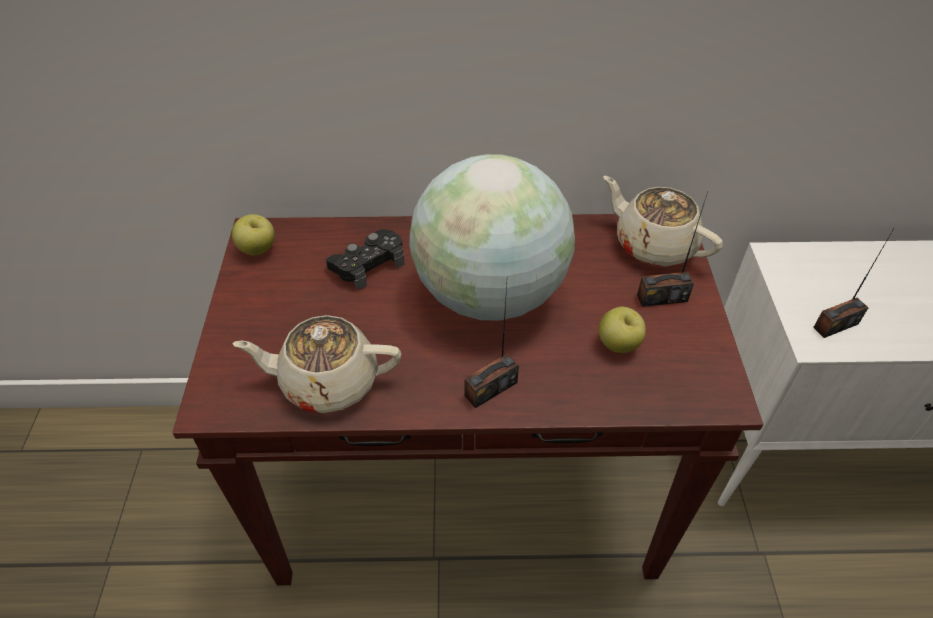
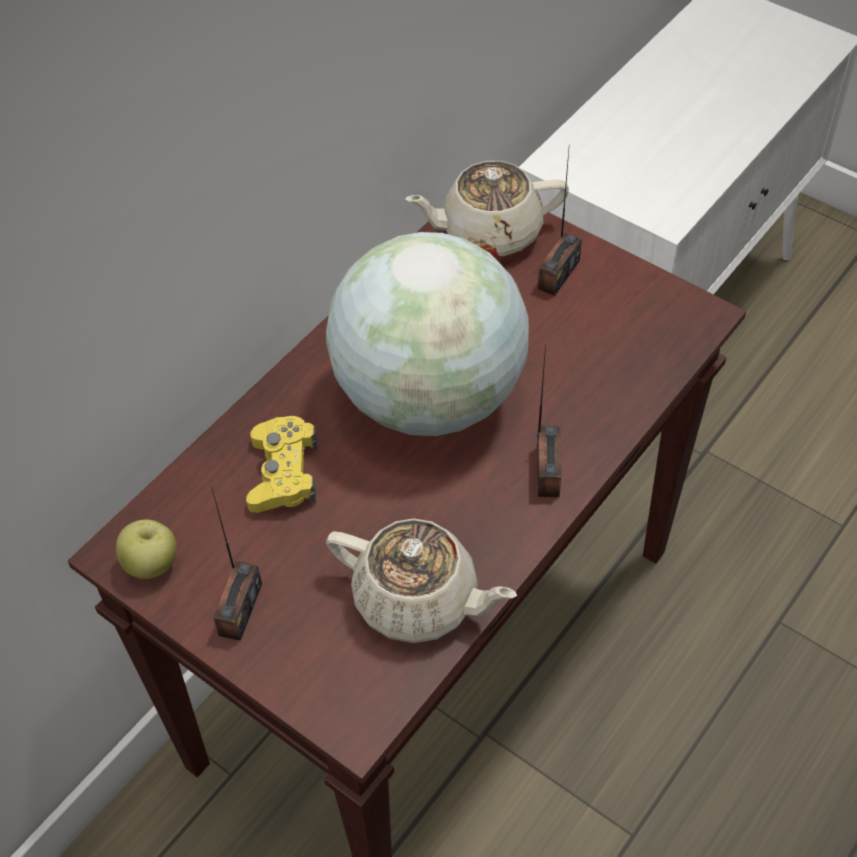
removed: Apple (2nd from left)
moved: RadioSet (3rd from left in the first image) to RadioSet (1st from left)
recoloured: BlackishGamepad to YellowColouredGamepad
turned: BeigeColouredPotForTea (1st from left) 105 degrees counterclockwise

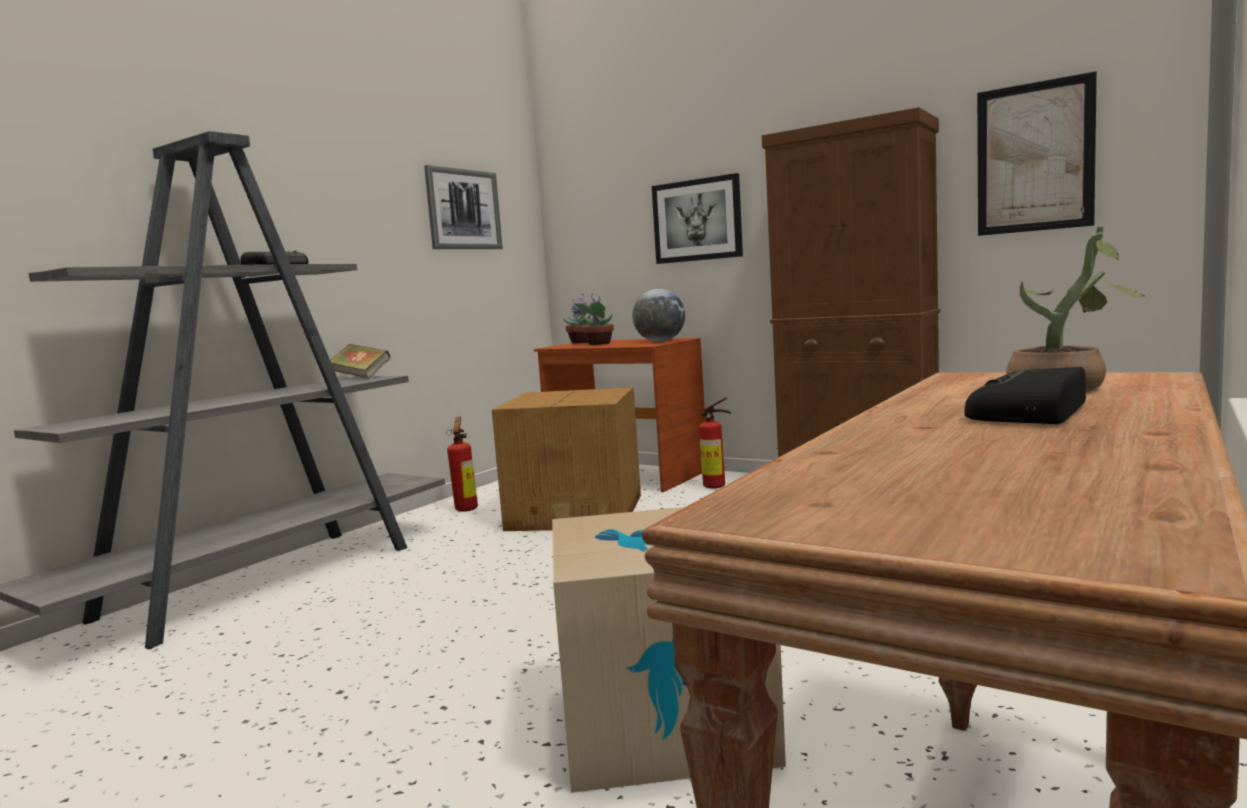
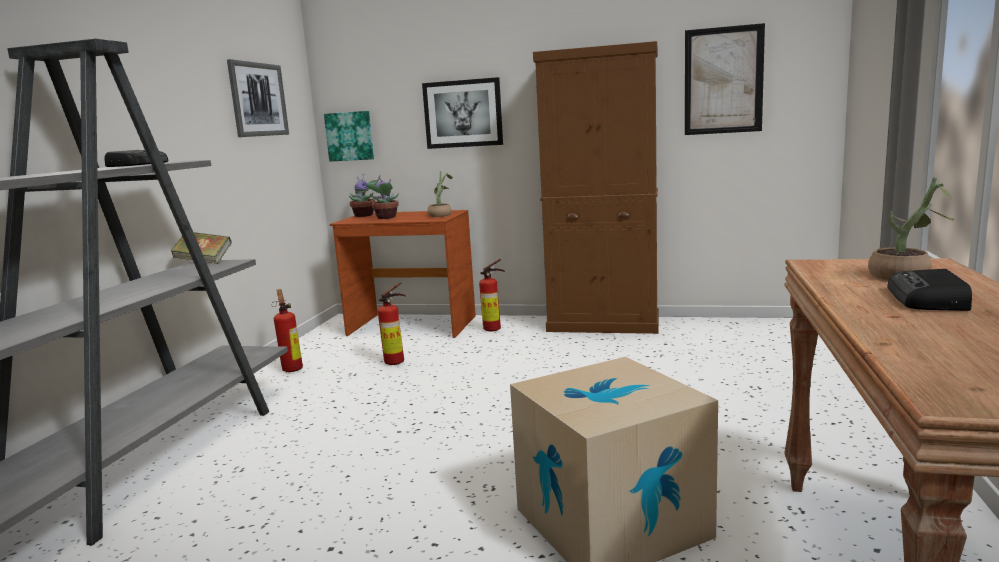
added: WallPicture (2nd from left)
replaced: PackingBox (1st from left) to FireExtinguisher (2nd from left); Globe to Houseplant (3rd from left)

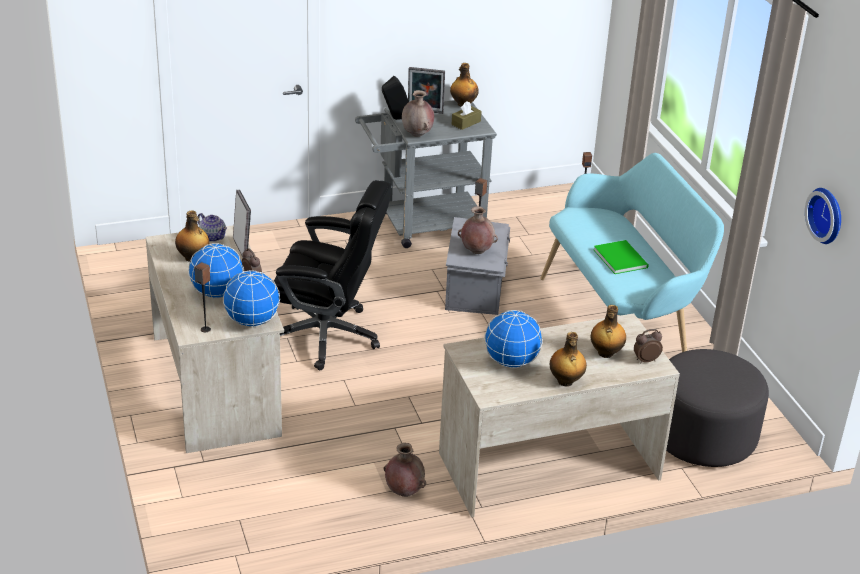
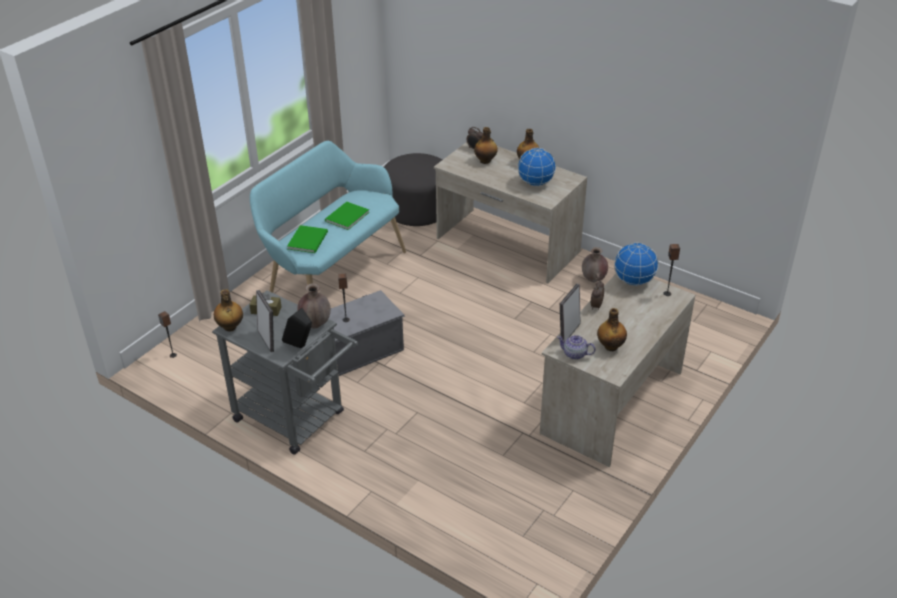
removed: Globe (1st from left); BlackishDeskChair; BrownColouredVase (3rd from left); ClockOnTheWall
added: GreenVolume (1st from left)
turned: PotForTea 75 degrees counterclockwise

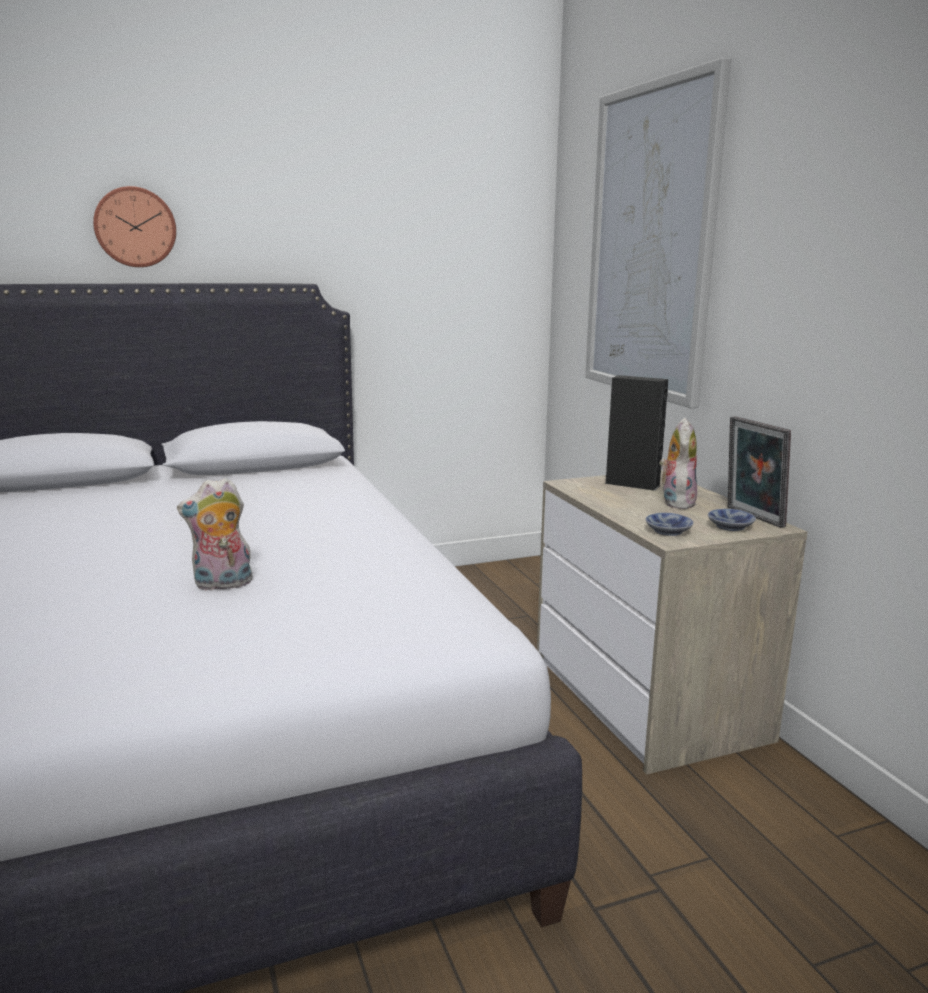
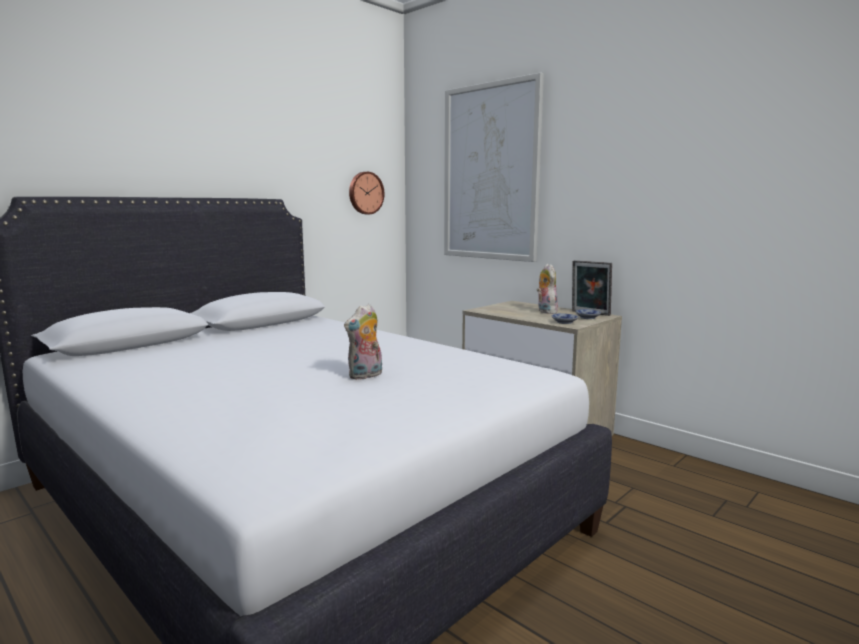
removed: BlackishAudioSpeaker
moved: ClockOnTheWall

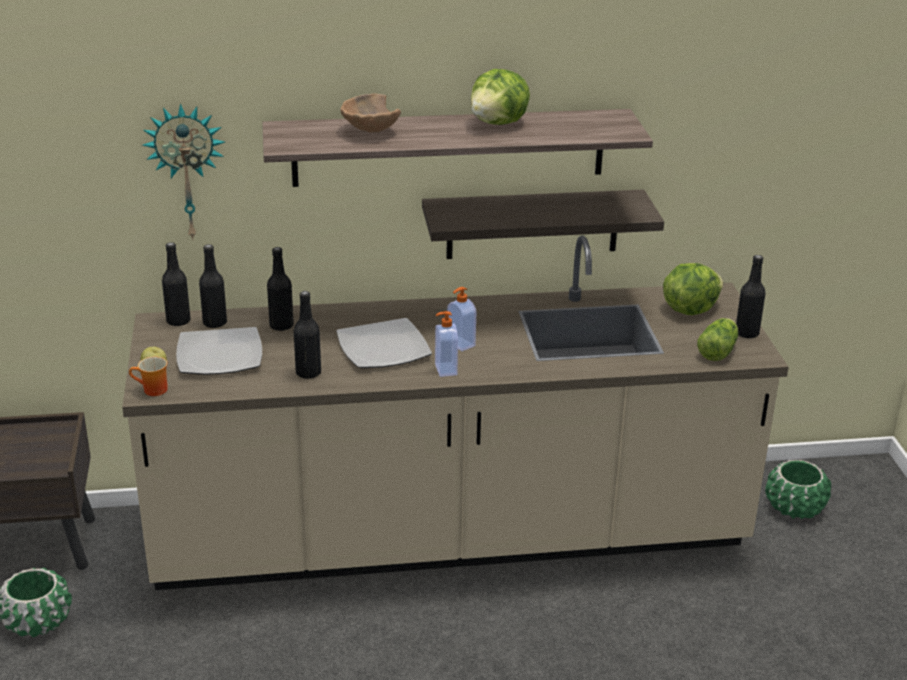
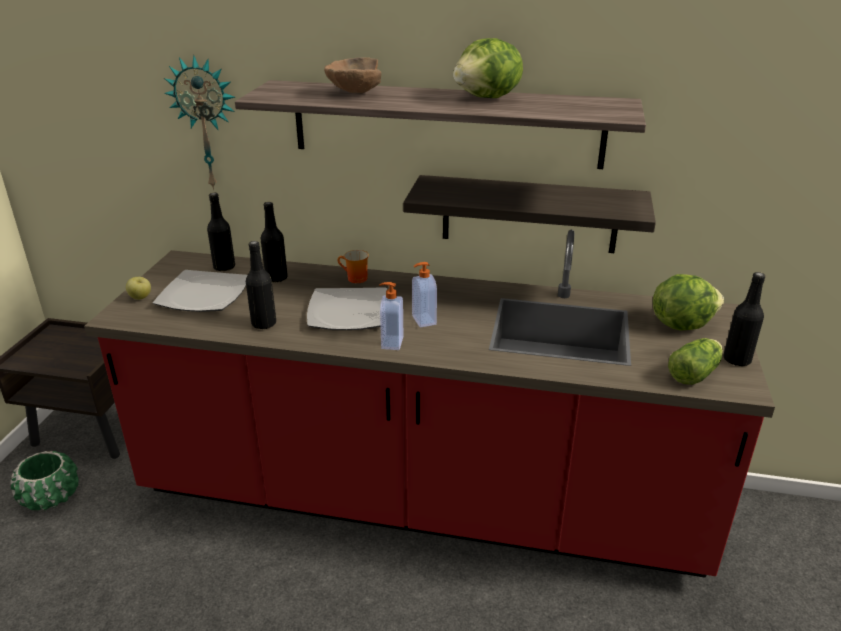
removed: BlackishDrinkBottle (1st from left); GreenFlowerPot (2nd from left)
moved: CoffeeMug
recoloured: BeigeColouredKitchenBaseUnit to RedKitchenBaseUnit

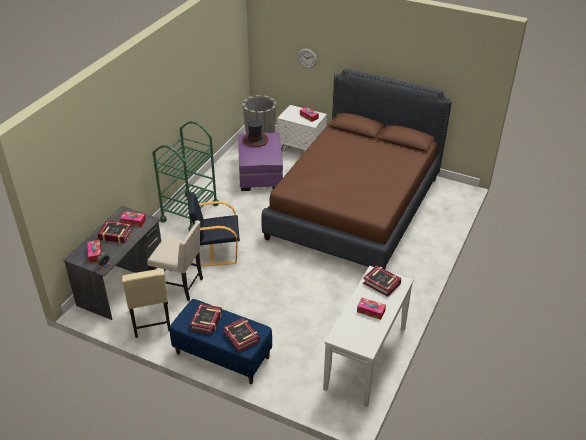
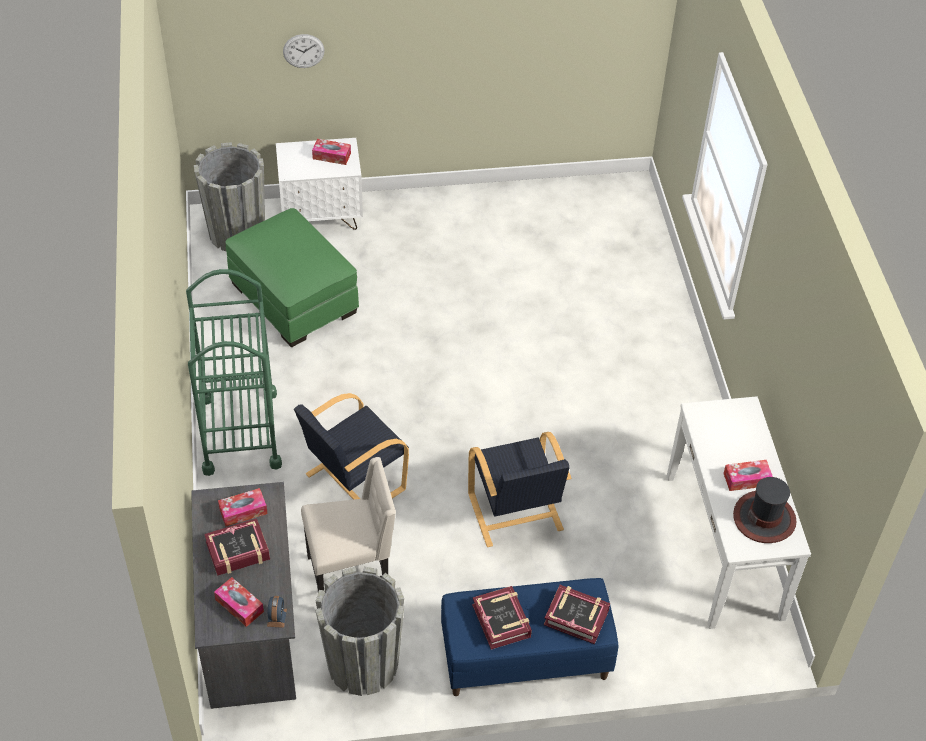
removed: BrownColouredBedroomBed; Volume (4th from left)
added: BlackishArmchair (2nd from left)
moved: ClothingHat
replaced: BeigeColouredPlainChair (1st from left) to GreyishFlowerPot (2nd from left)
recoloured: PurpleOttoman to GreenOttoman

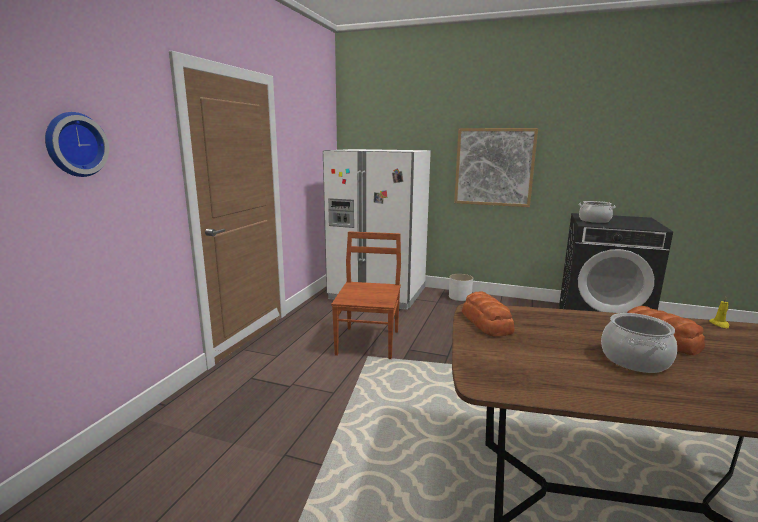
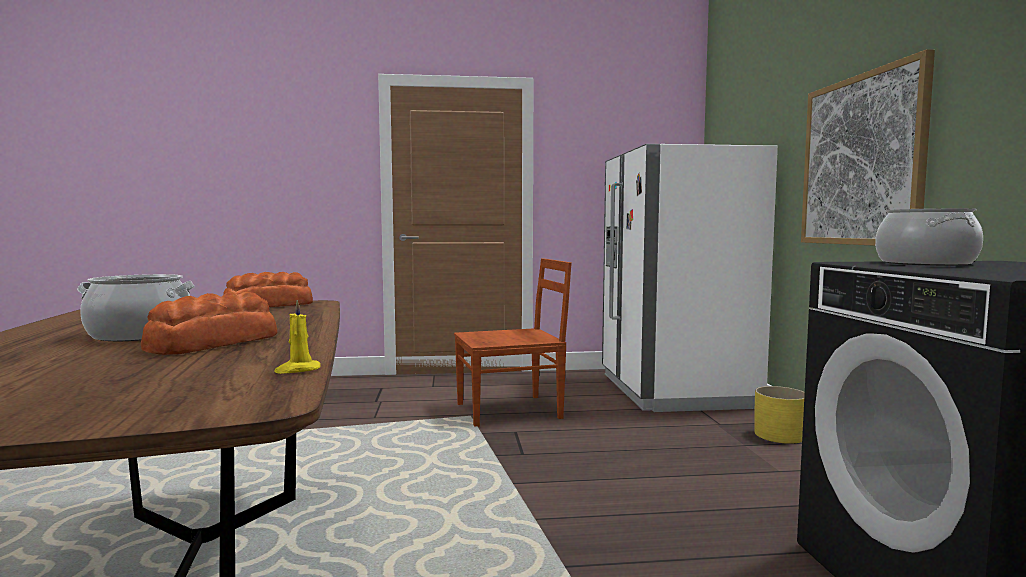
removed: ClockOnTheWall
recoloured: WhiteColouredFlowerPot to YellowColouredFlowerPot

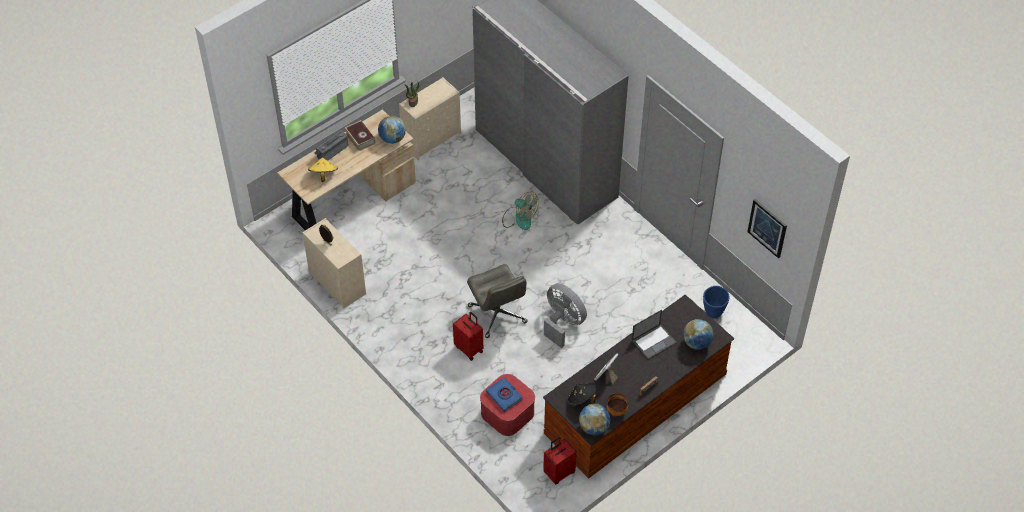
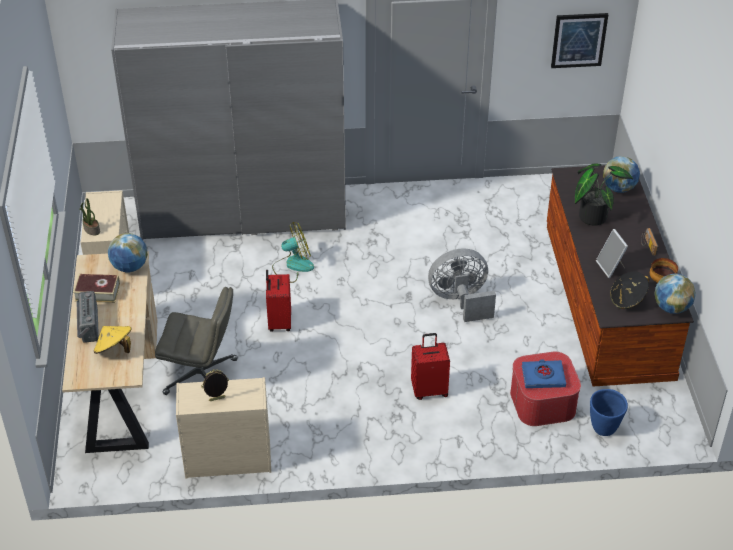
moved: GreyishDeskChair; RedTravelCase (2nd from left in the first image) to RedTravelCase (1st from left); BlueFlowerPot
replaced: PortableComputer to Houseplant (2nd from left)

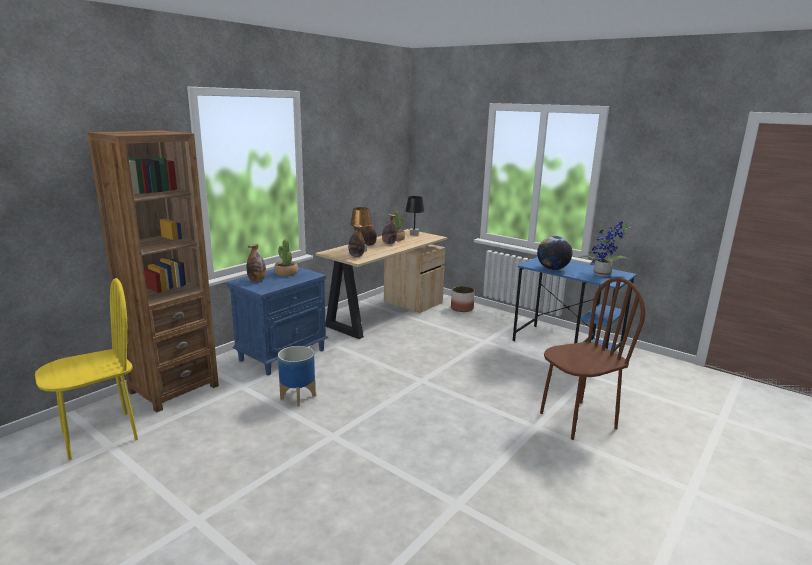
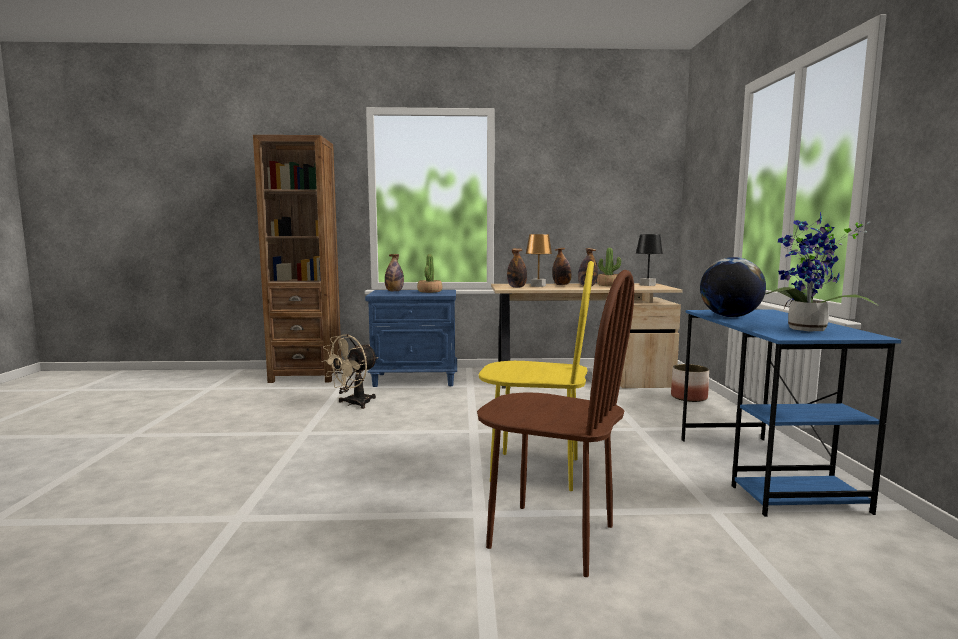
moved: YellowColouredPlainChair
replaced: FlowerPot (1st from left) to BeigeColouredFan

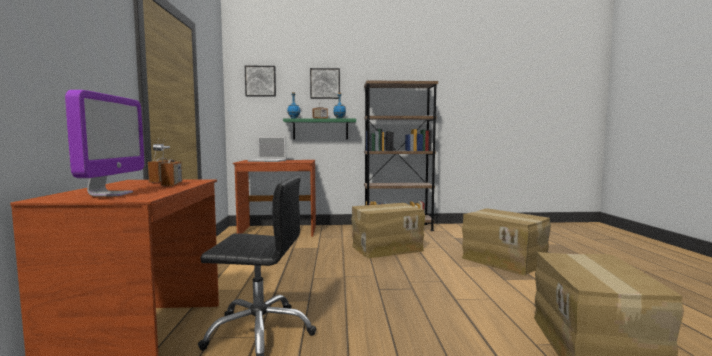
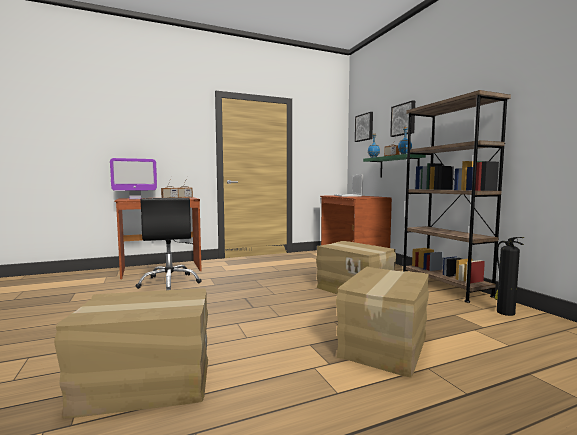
added: FireExtinguisher

